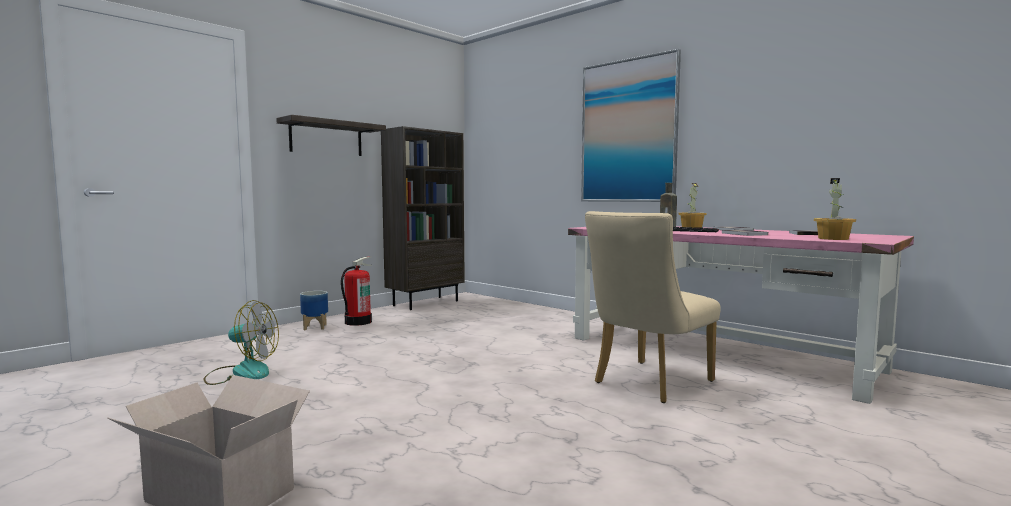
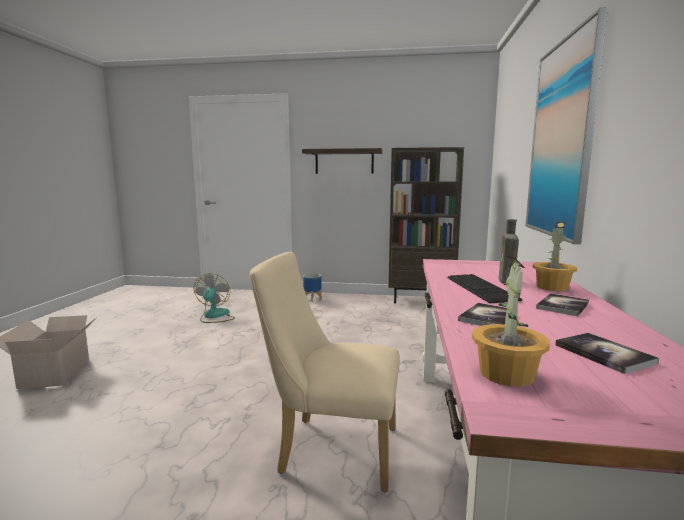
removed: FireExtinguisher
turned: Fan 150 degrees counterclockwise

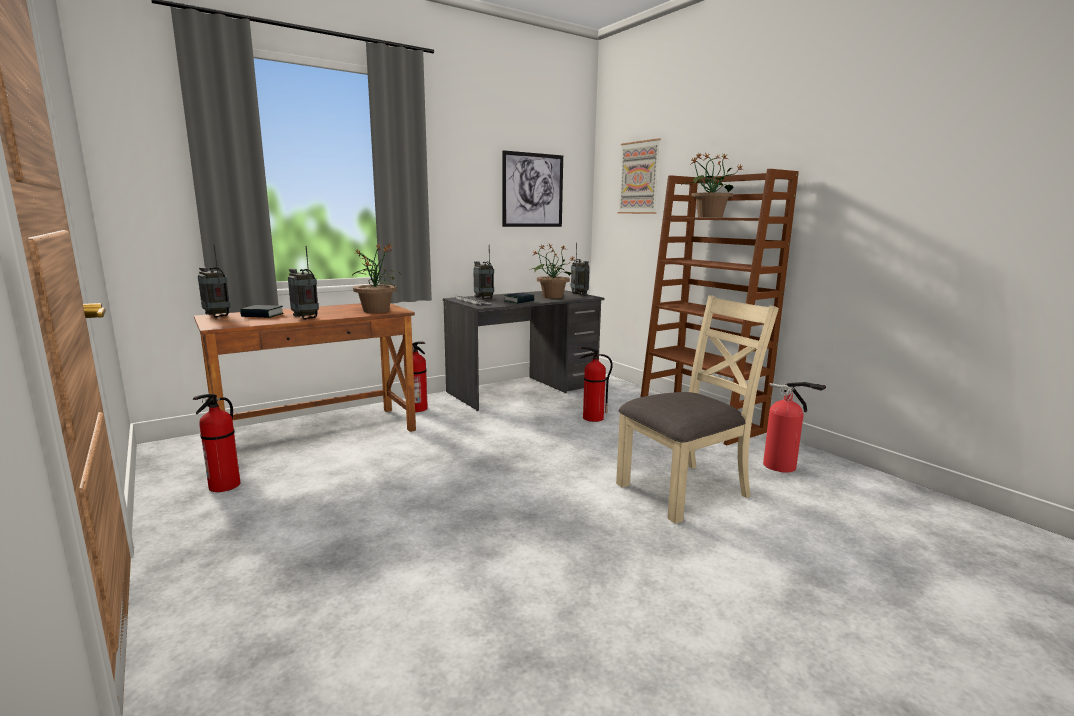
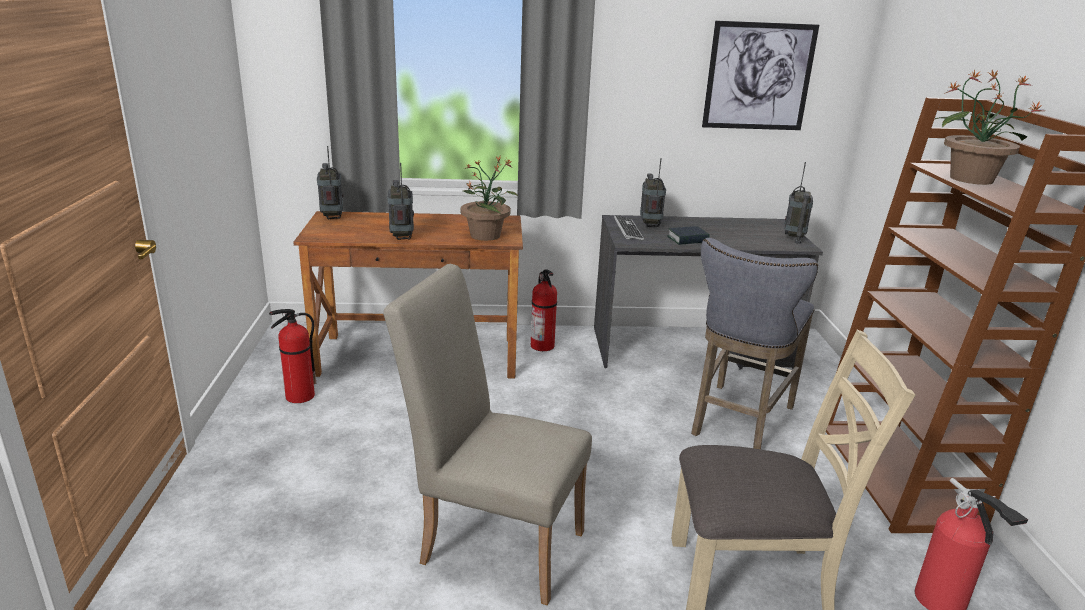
removed: Volume (1st from left); Houseplant (2nd from left); WallPicture (2nd from left)
added: BeigeColouredPlainChair (1st from left)
replaced: FireExtinguisher (3rd from left) to GreyishStoolSeat

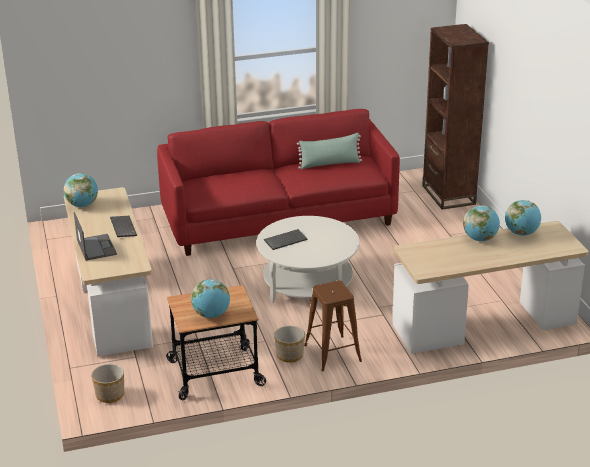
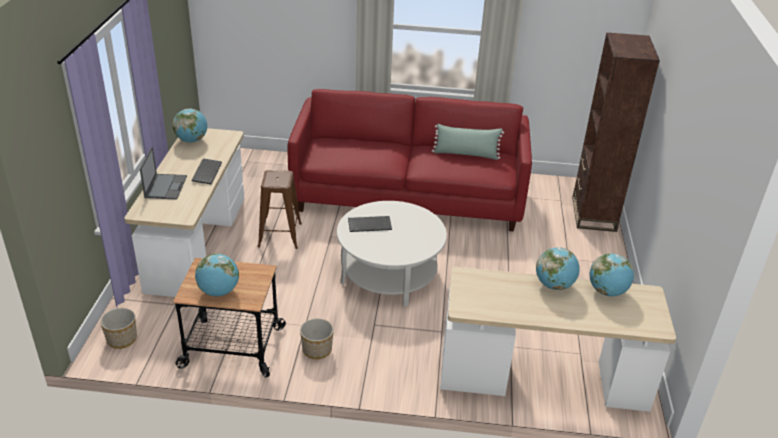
moved: BrownColouredStoolSeat

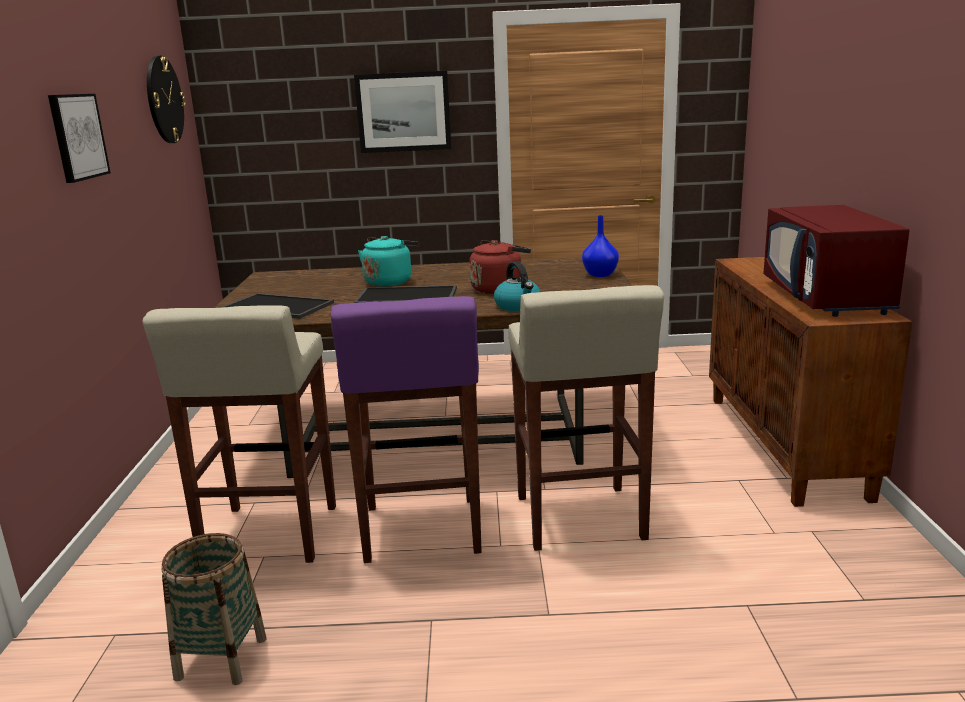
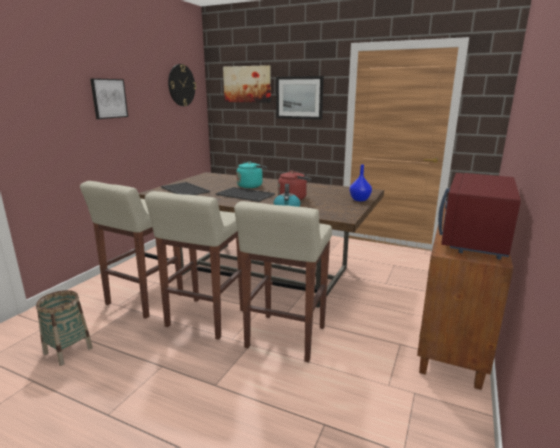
added: WallPicture (2nd from left)
recoloured: PurpleStoolSeat to BeigeColouredStoolSeat (2nd from left)

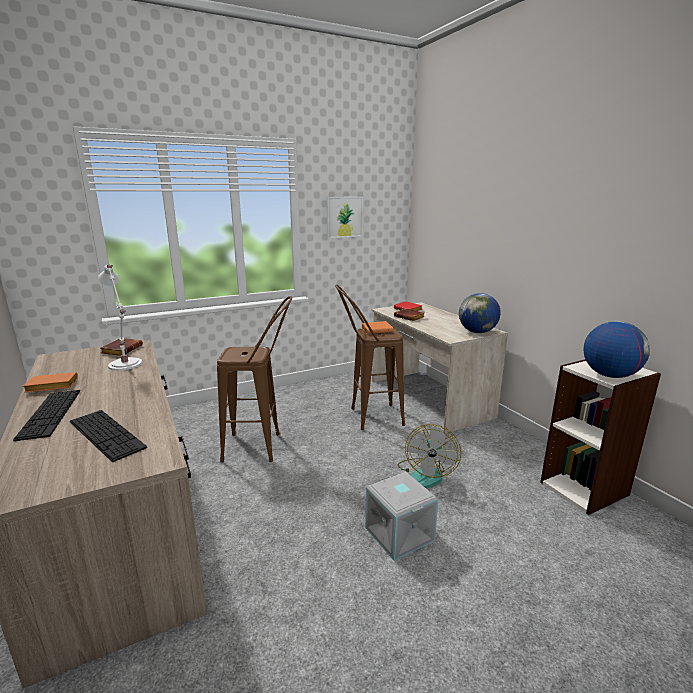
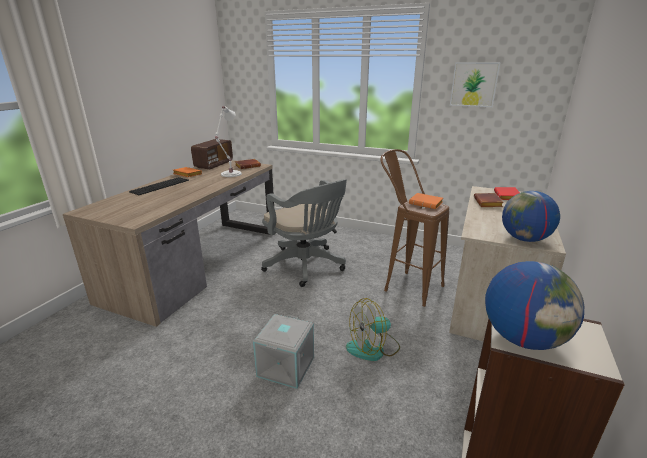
removed: PcKeyboard (2nd from left)
added: RadioSet
replaced: BrownColouredStoolSeat (1st from left) to GreyishDeskChair

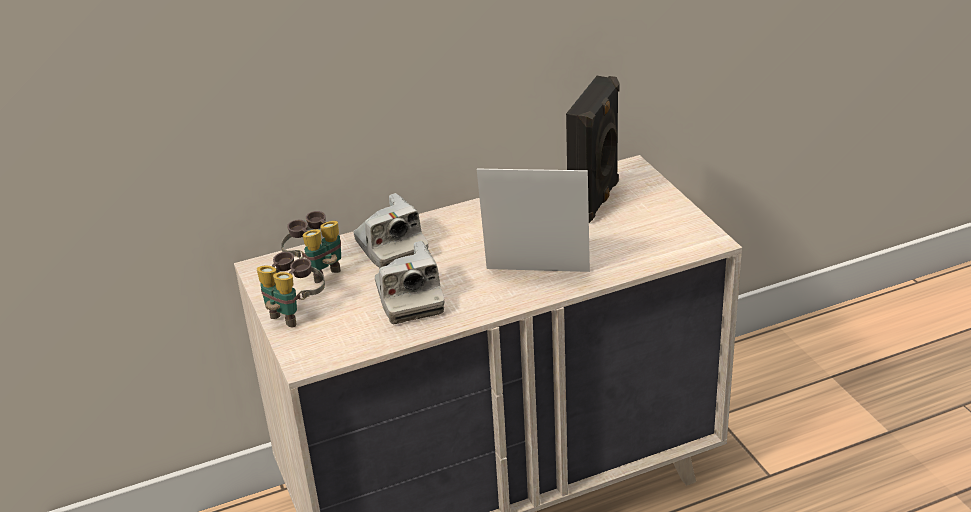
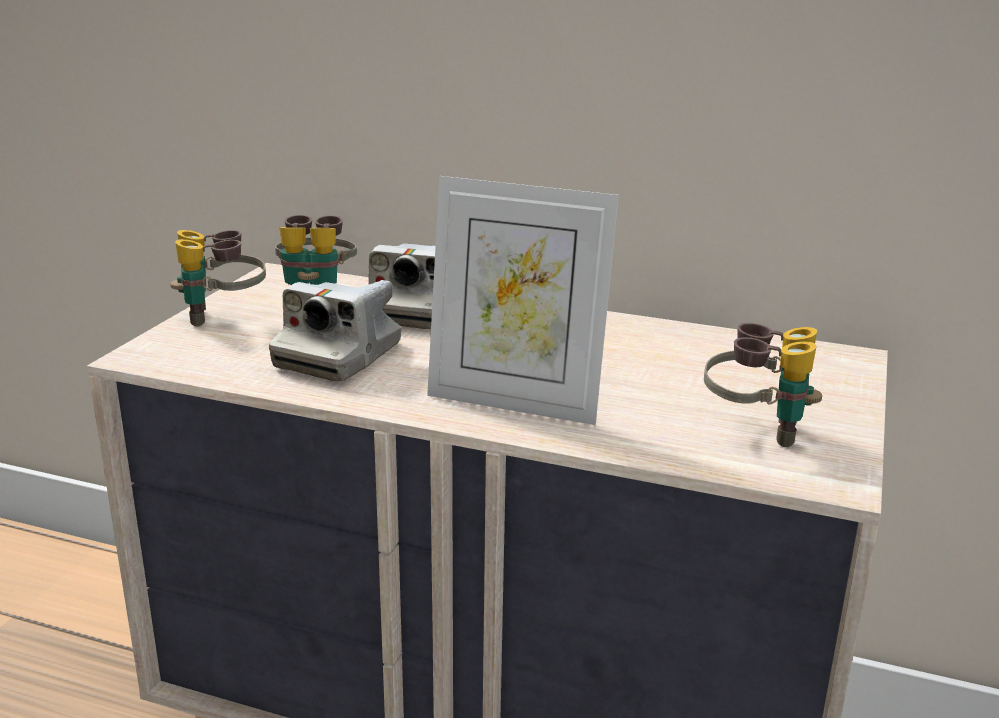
removed: BlackishAudioSpeaker
added: FieldGlasses (3rd from left)
turned: PhotoFrame 150 degrees clockwise

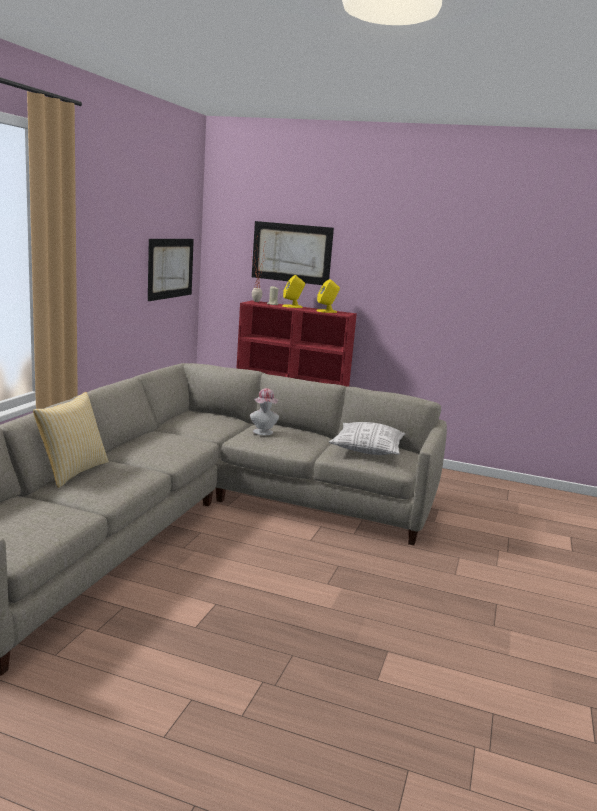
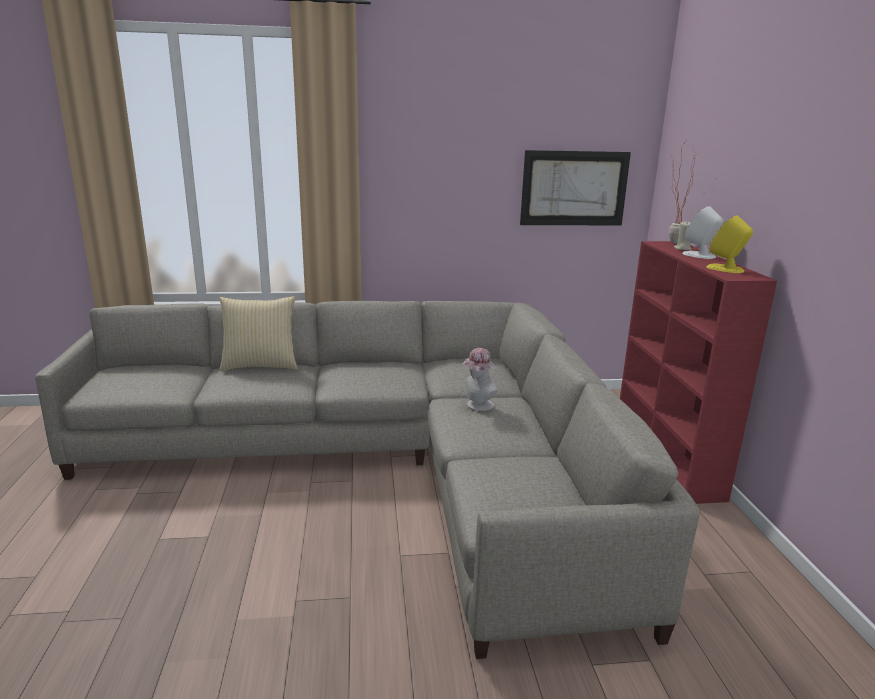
removed: WallPicture (2nd from left); Pillow (2nd from left)
recoloured: YellowColouredAudioSpeaker (1st from left) to WhiteColouredAudioSpeaker

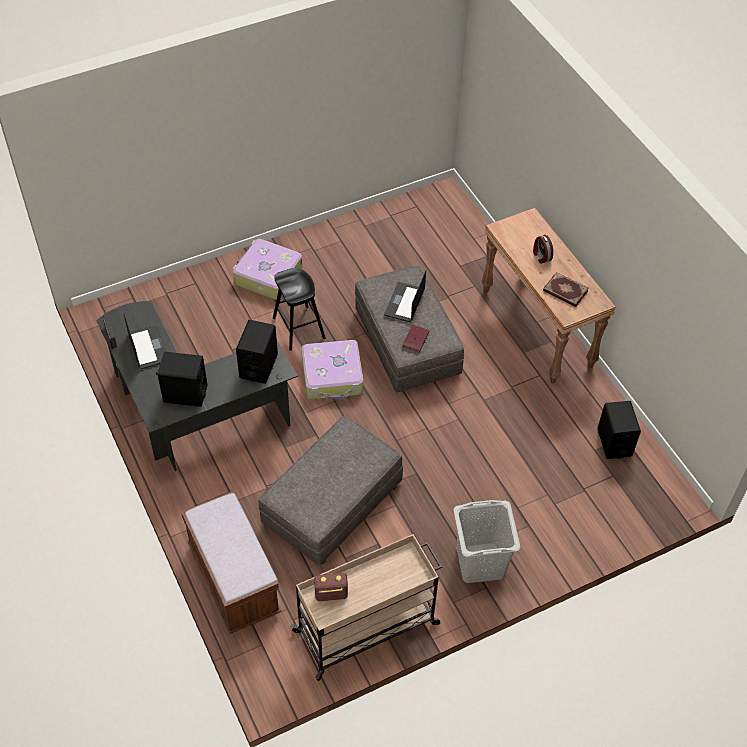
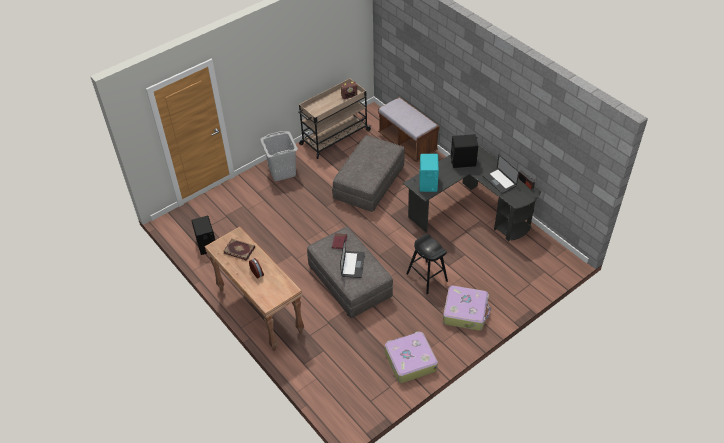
moved: TravelCase (2nd from left in the first image) to TravelCase (1st from left)
recoloured: BlackishAudioSpeaker (2nd from left) to TurquoiseAudioSpeaker

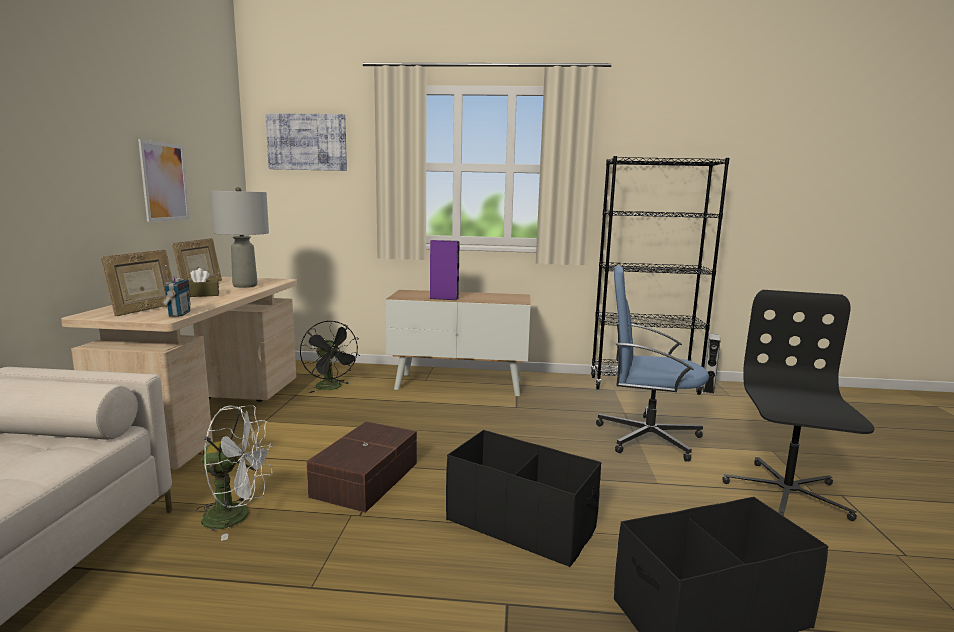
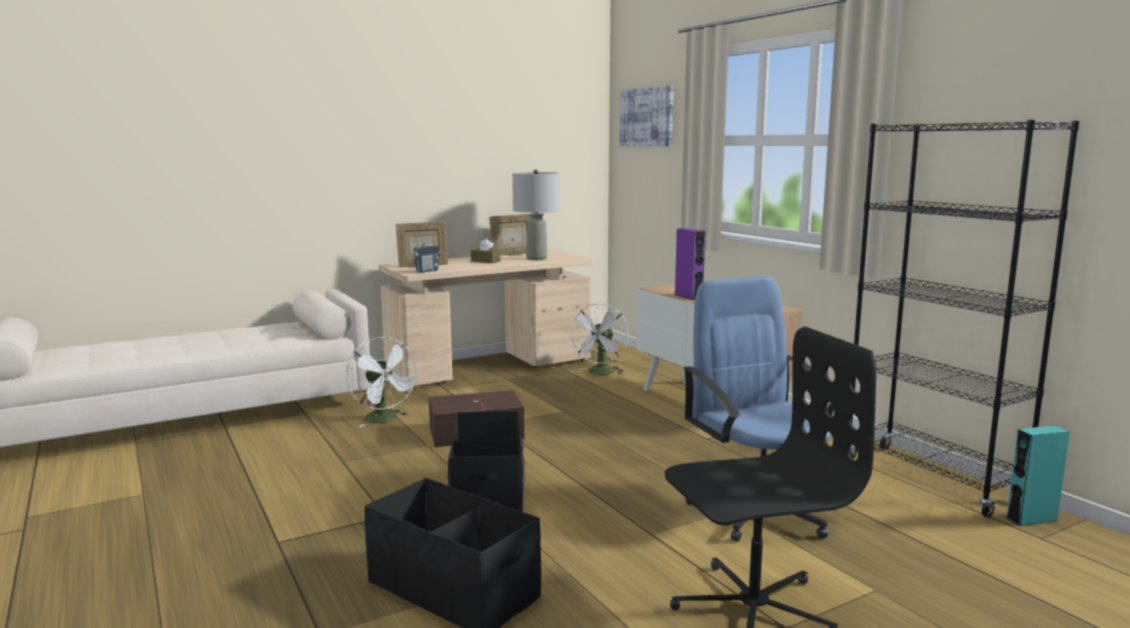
removed: WallPicture (1st from left)
recoloured: BlackishFan to WhiteColouredFan (2nd from left); GreyishAudioSpeaker to TurquoiseAudioSpeaker

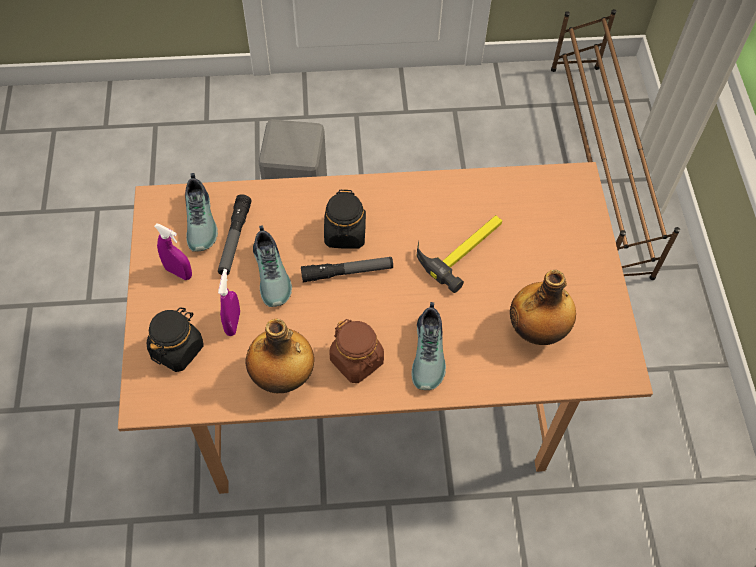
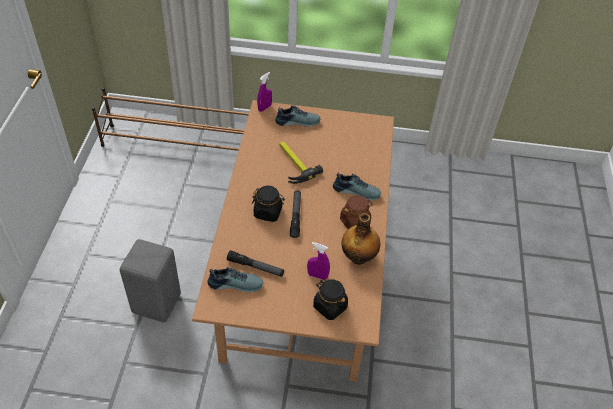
removed: DrinkBottle (2nd from left)
moved: PurpleHandSprayer (1st from left); Shoe (2nd from left)

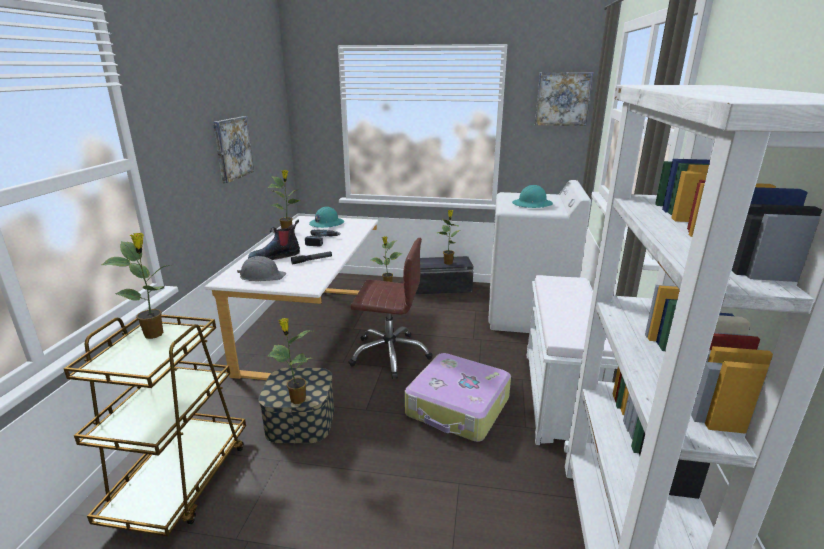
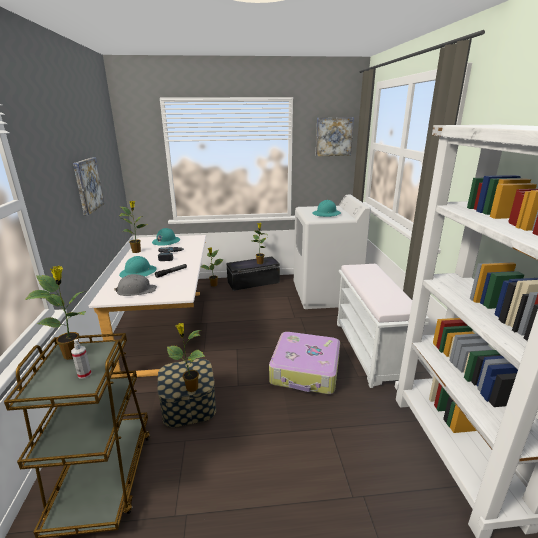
removed: BrownColouredDeskChair
added: HandSprayer
replaced: TallBoot to TurquoiseHardHat (1st from left)

